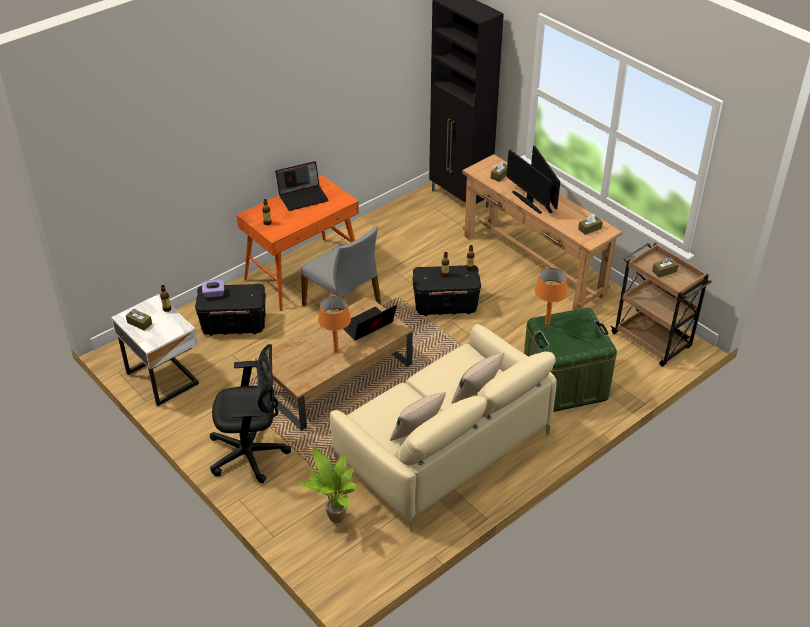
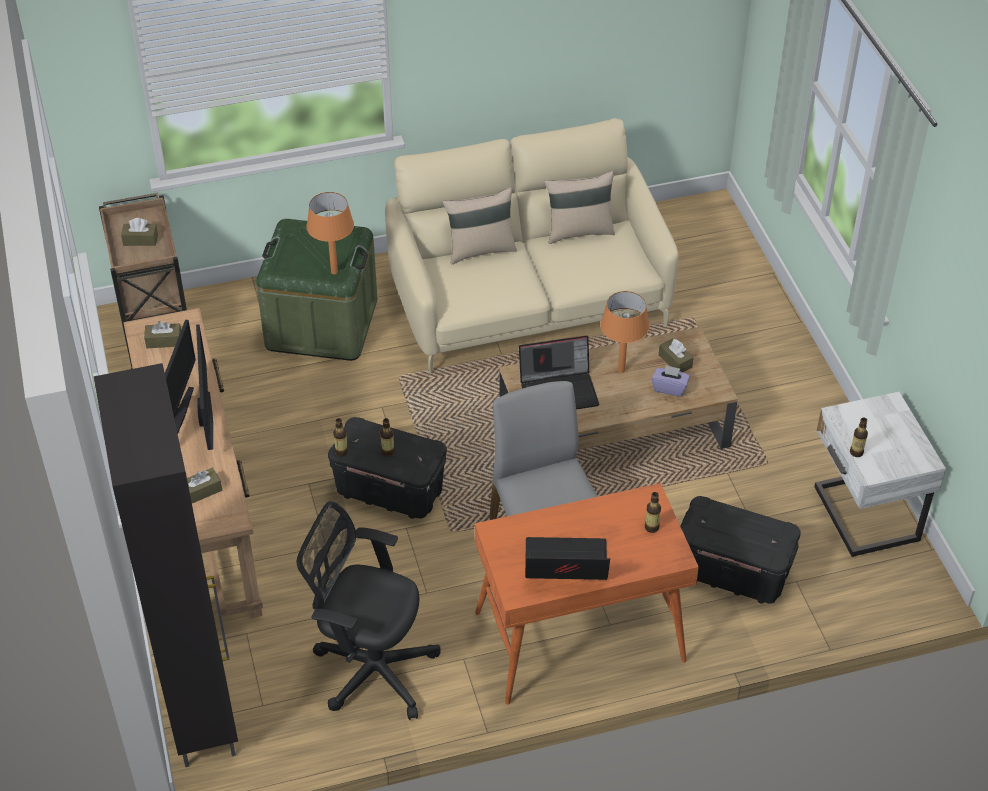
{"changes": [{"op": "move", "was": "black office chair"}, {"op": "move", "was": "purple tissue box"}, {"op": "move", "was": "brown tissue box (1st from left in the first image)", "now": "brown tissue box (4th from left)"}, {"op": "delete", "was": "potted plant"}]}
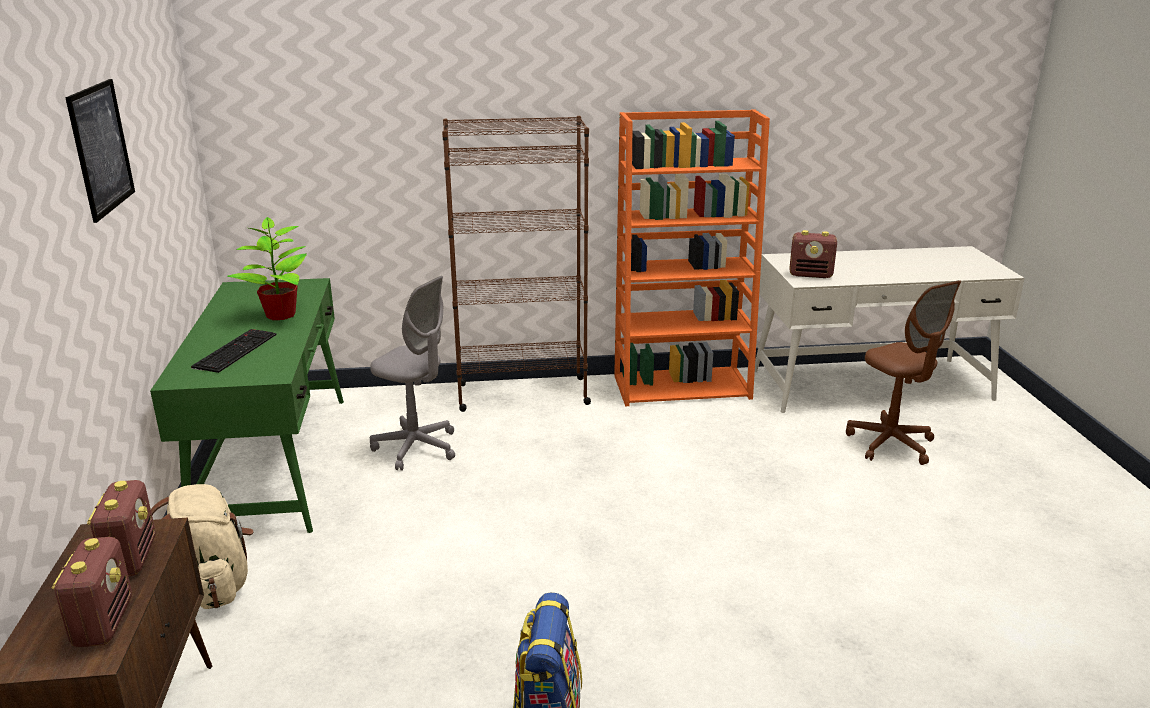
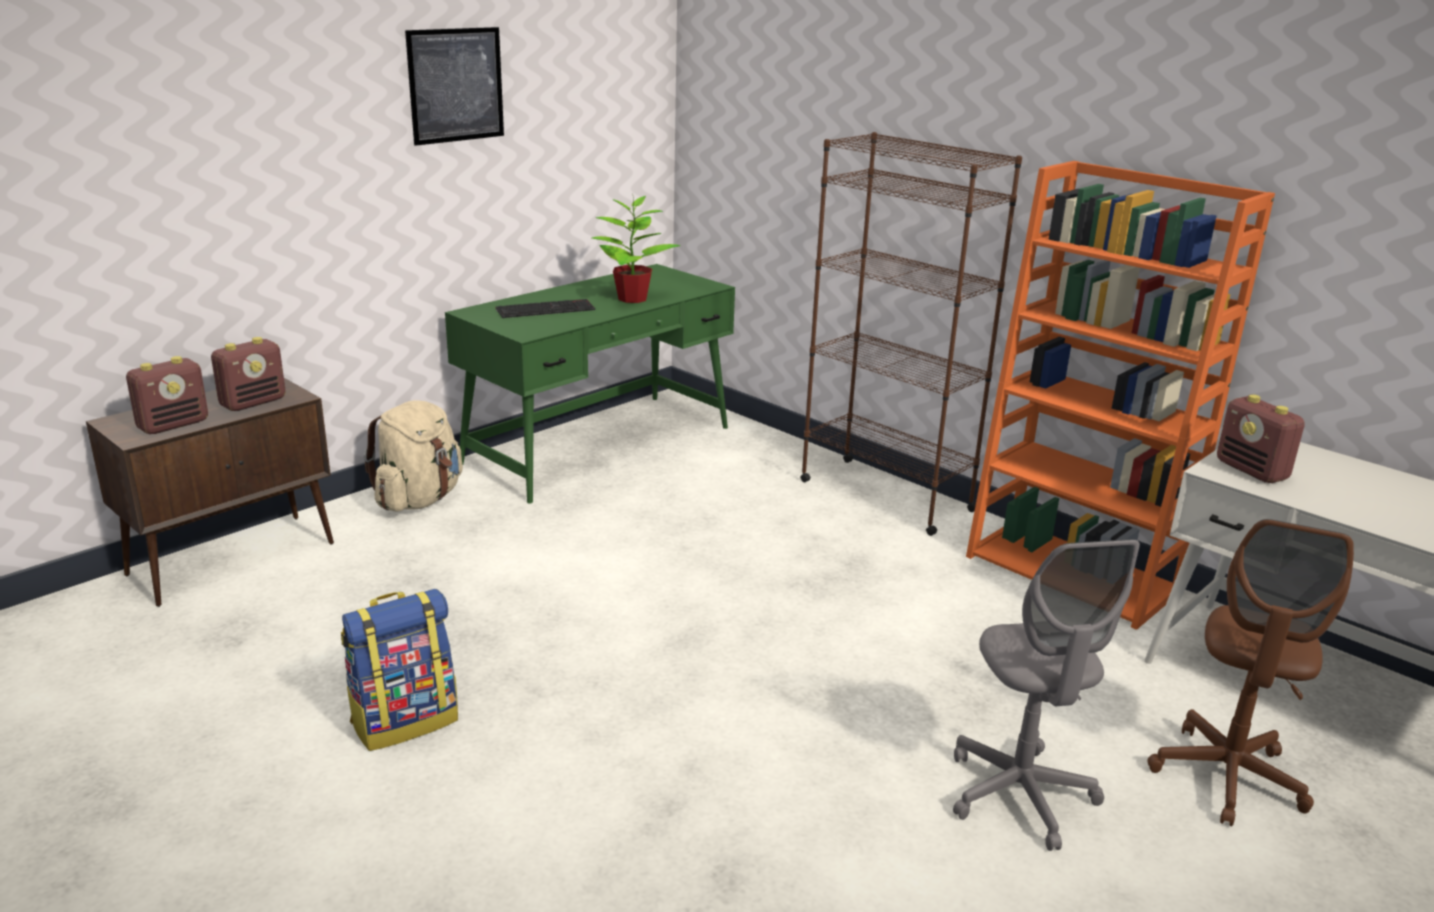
{"changes": [{"op": "move", "was": "grey office chair"}]}
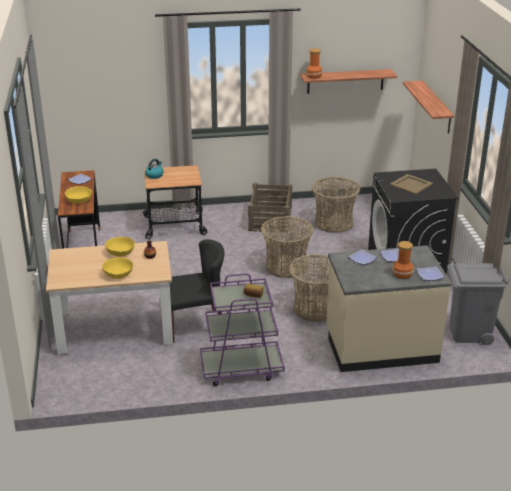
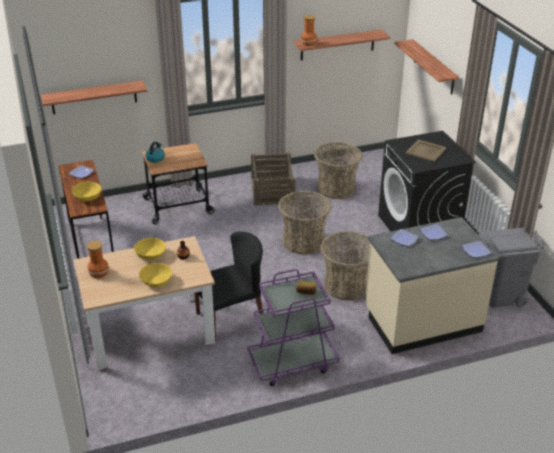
{"changes": [{"op": "insert", "now": "shelf (1st from left)"}, {"op": "move", "was": "vase (3rd from left in the first image)", "now": "vase (1st from left)"}]}
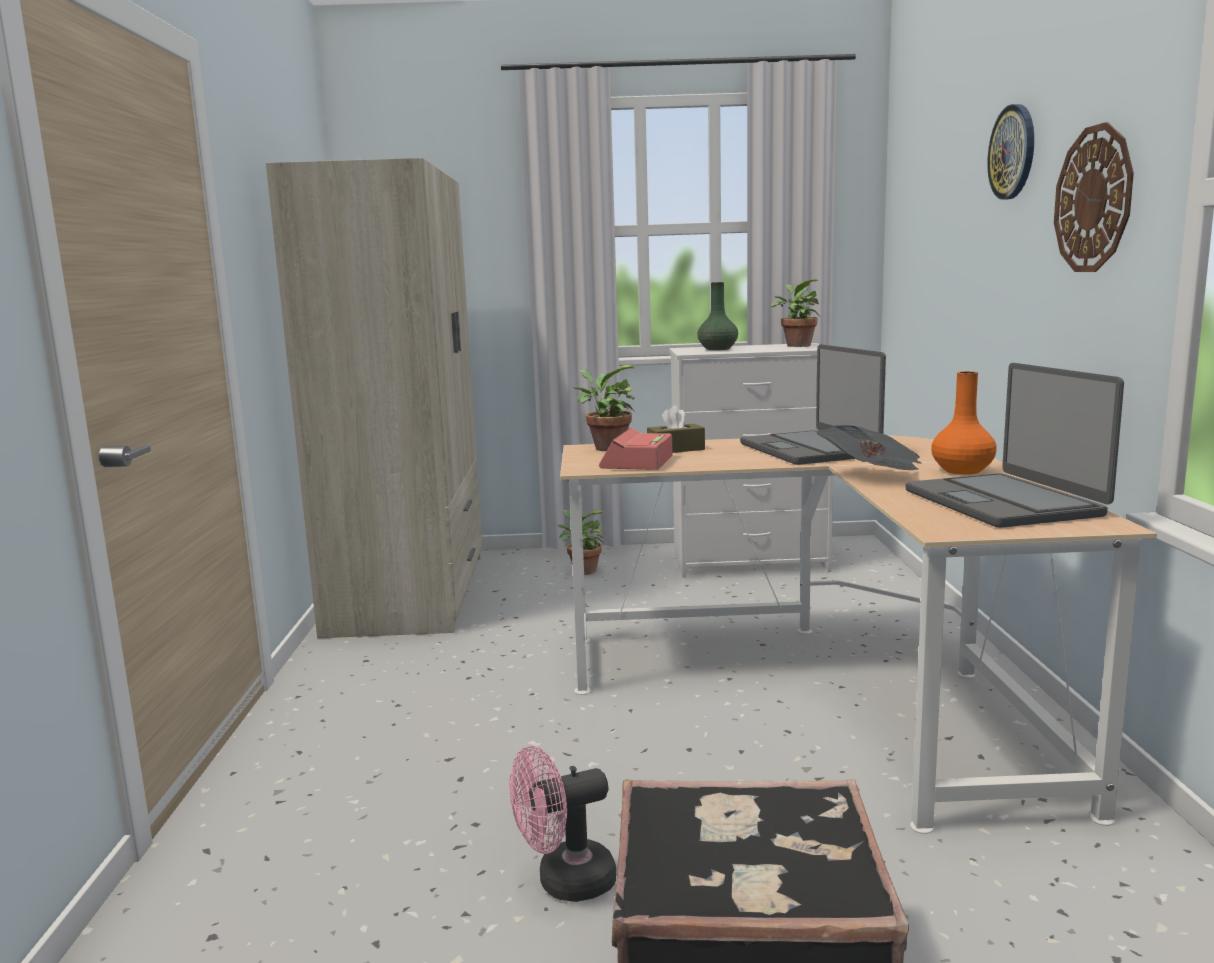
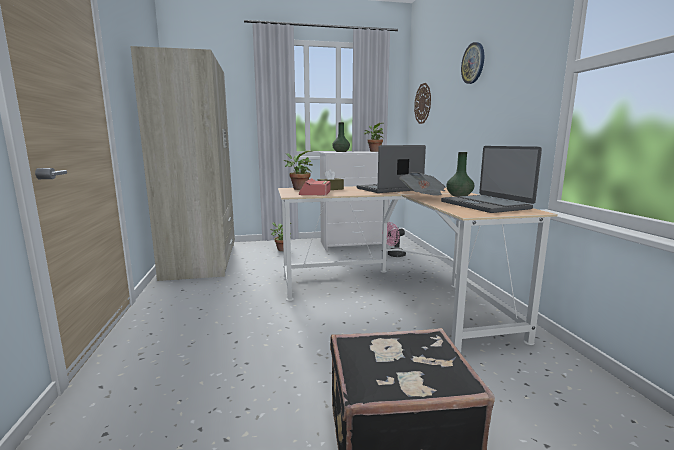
{"changes": [{"op": "rotate", "was": "laptop (1st from left)", "clockwise": 90}, {"op": "move", "was": "pink fan"}, {"op": "move", "was": "wall clock (2nd from left in the first image)", "now": "wall clock (1st from left)"}, {"op": "recolor", "was": "orange vase", "now": "green vase (2nd from left)"}]}
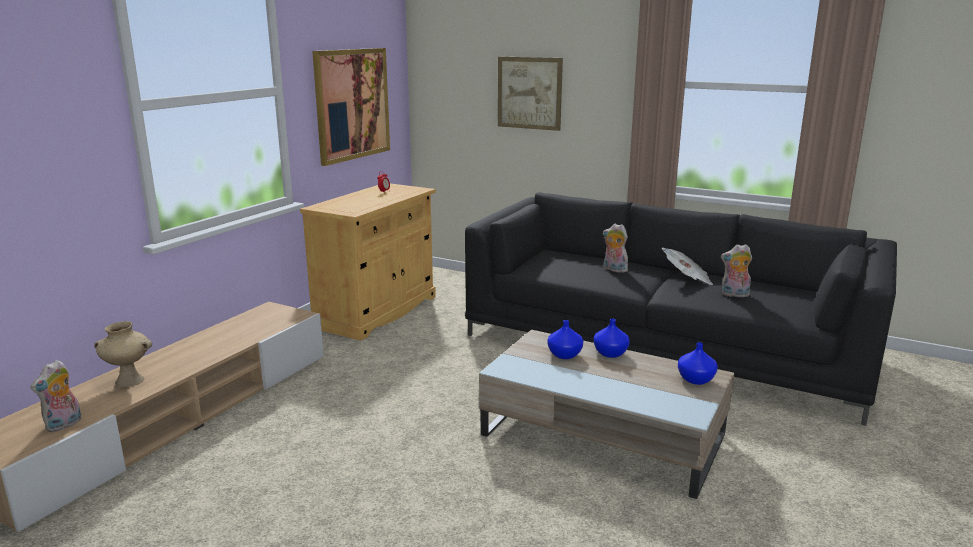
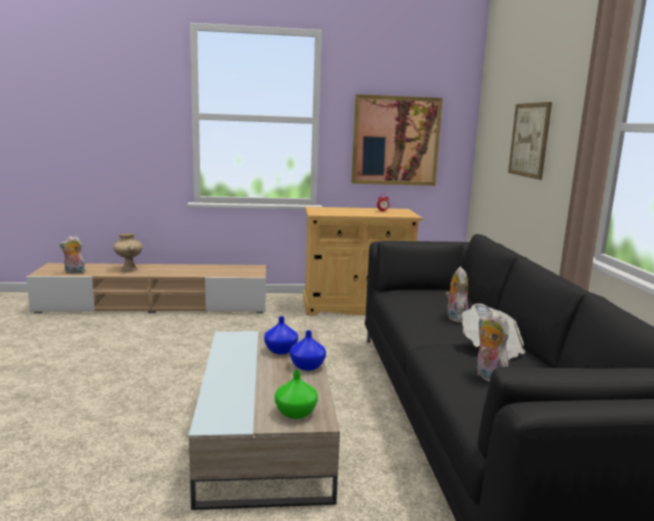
{"changes": [{"op": "recolor", "was": "blue vase (3rd from left)", "now": "green vase"}]}
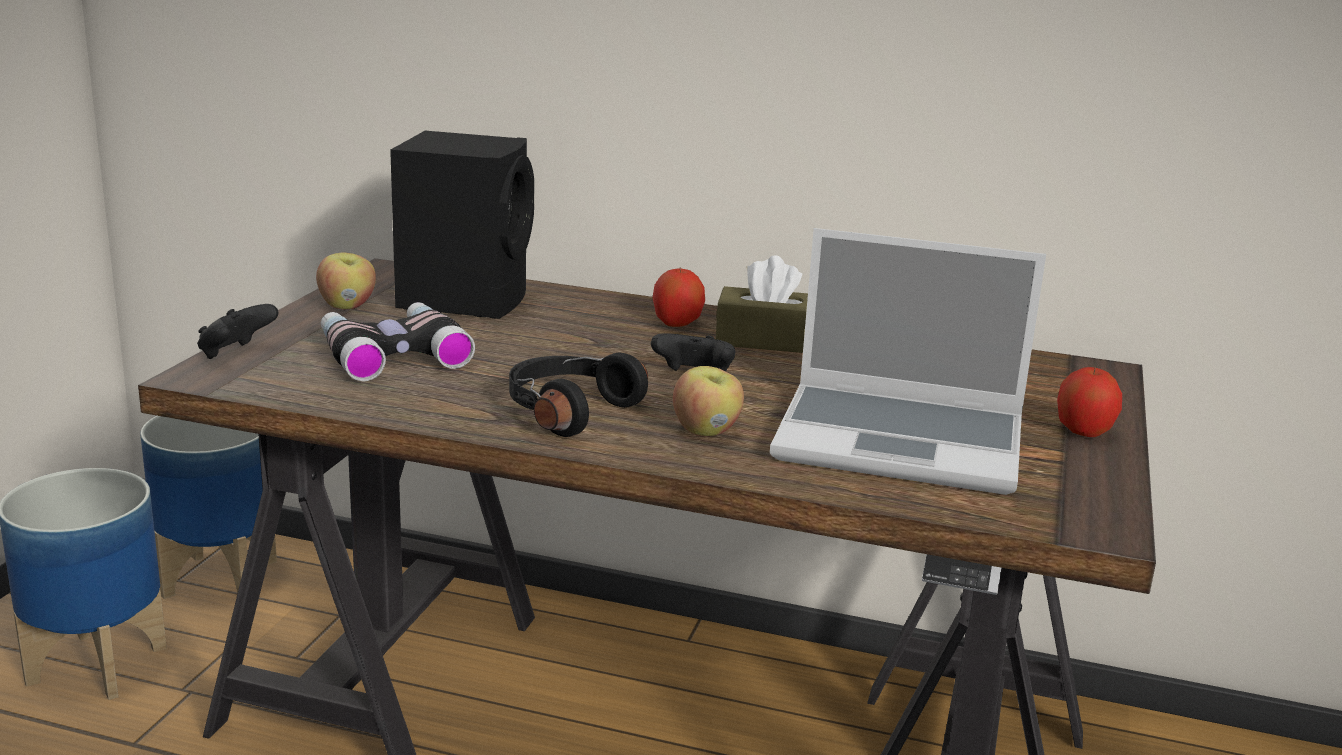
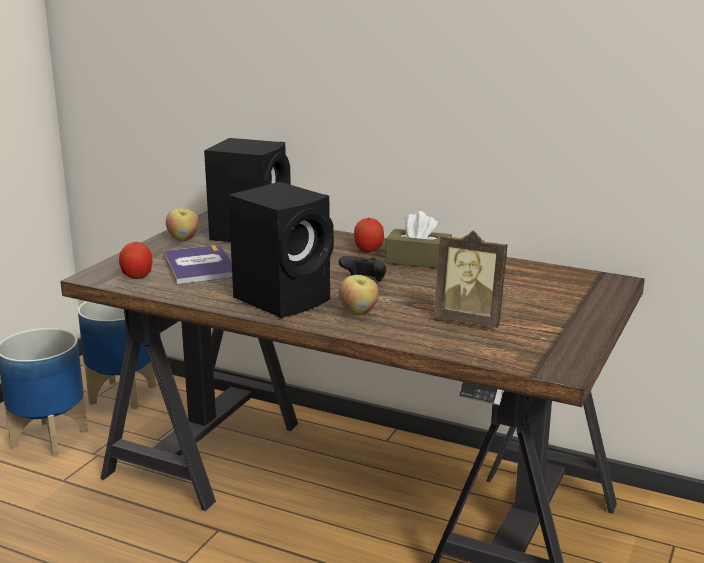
{"changes": [{"op": "move", "was": "apple (4th from left in the first image)", "now": "apple (1st from left)"}, {"op": "replace", "was": "binoculars", "now": "book"}, {"op": "replace", "was": "black headphones", "now": "black speaker (2nd from left)"}, {"op": "replace", "was": "laptop", "now": "picture frame"}, {"op": "delete", "was": "black game controller (1st from left)"}]}
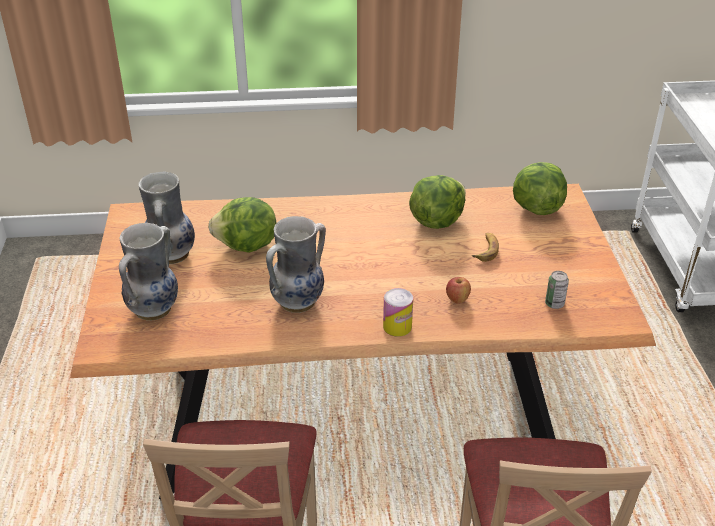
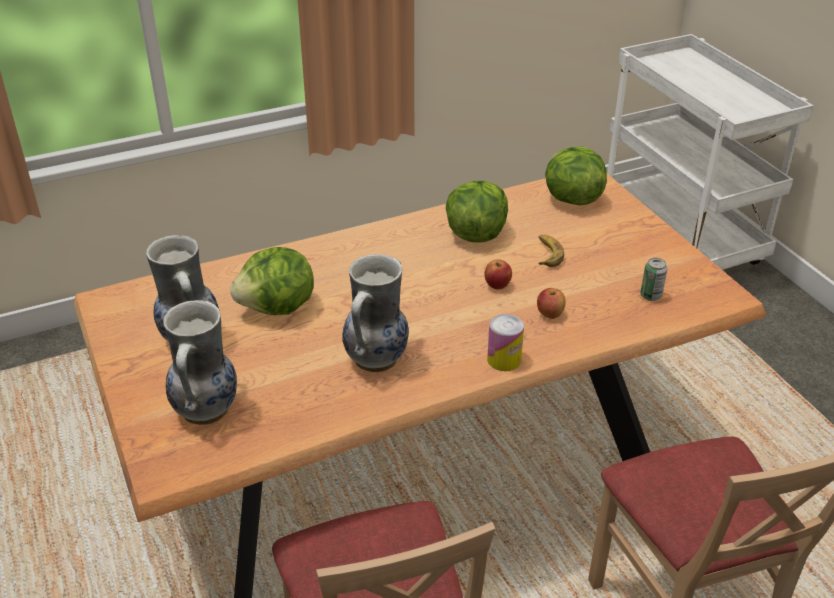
{"changes": [{"op": "insert", "now": "apple (1st from left)"}]}
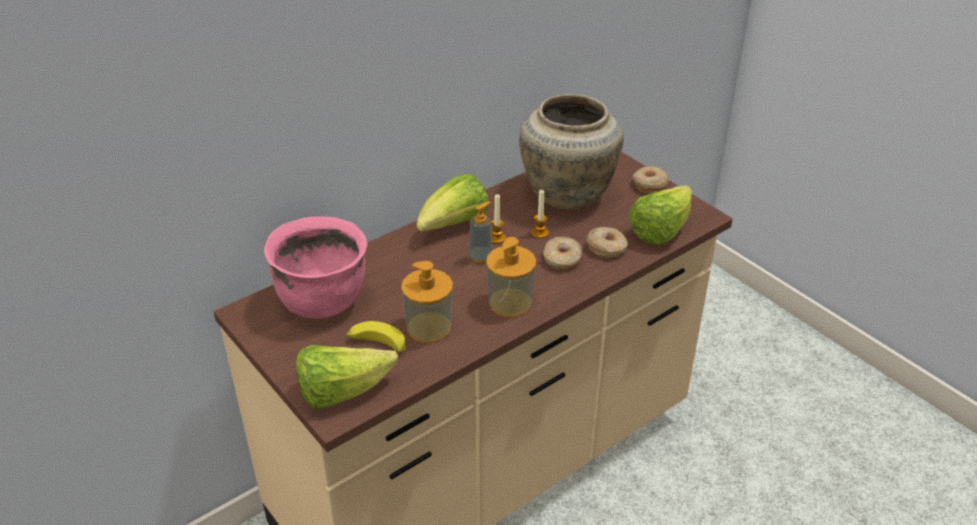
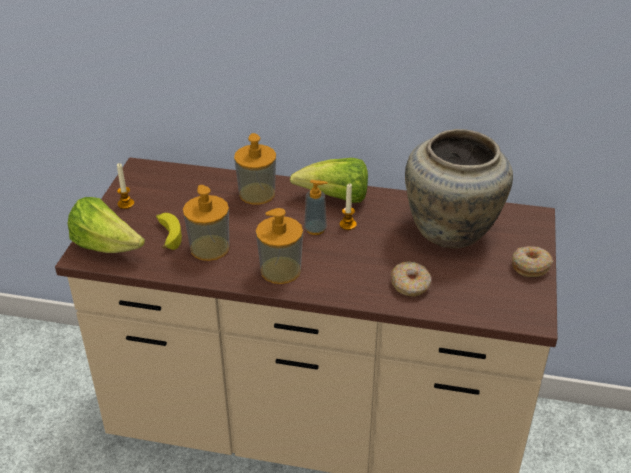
{"changes": [{"op": "move", "was": "candle (2nd from left in the first image)", "now": "candle (1st from left)"}, {"op": "insert", "now": "soap dispenser (2nd from left)"}, {"op": "delete", "was": "pink cooking pot"}, {"op": "delete", "was": "donut (1st from left)"}, {"op": "delete", "was": "lettuce (3rd from left)"}]}
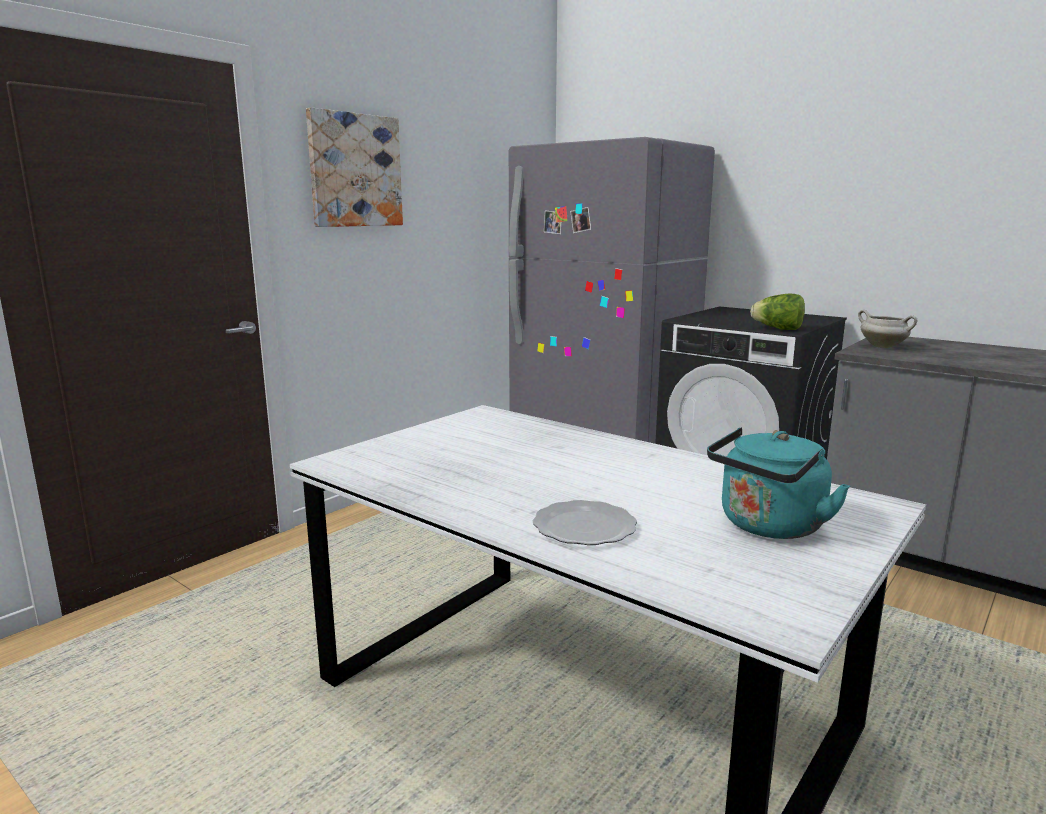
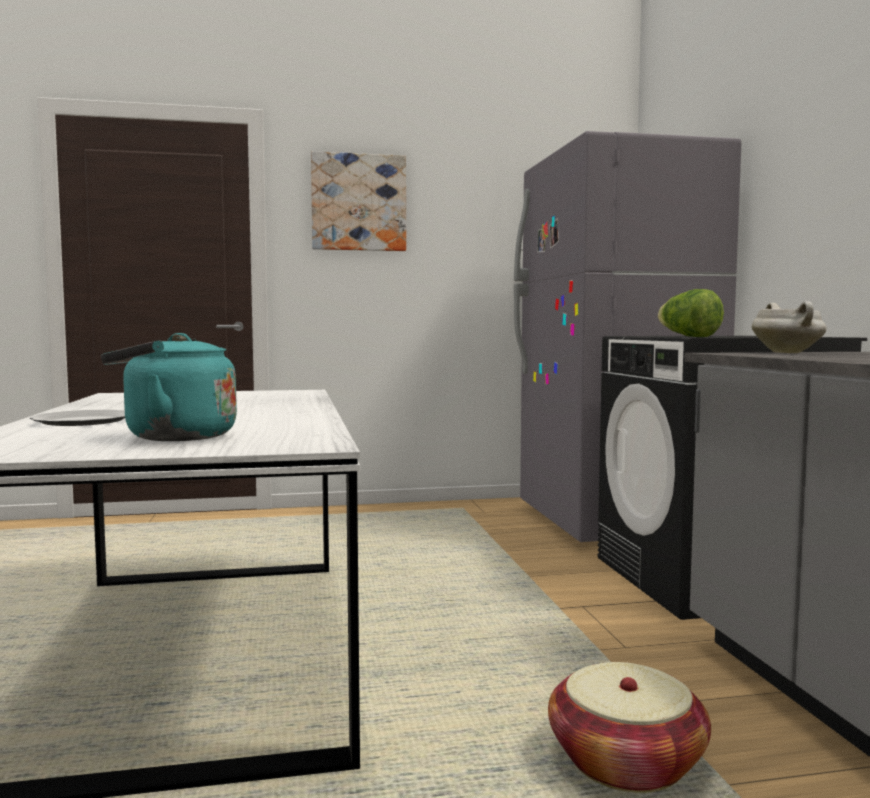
{"changes": [{"op": "insert", "now": "basket"}]}
